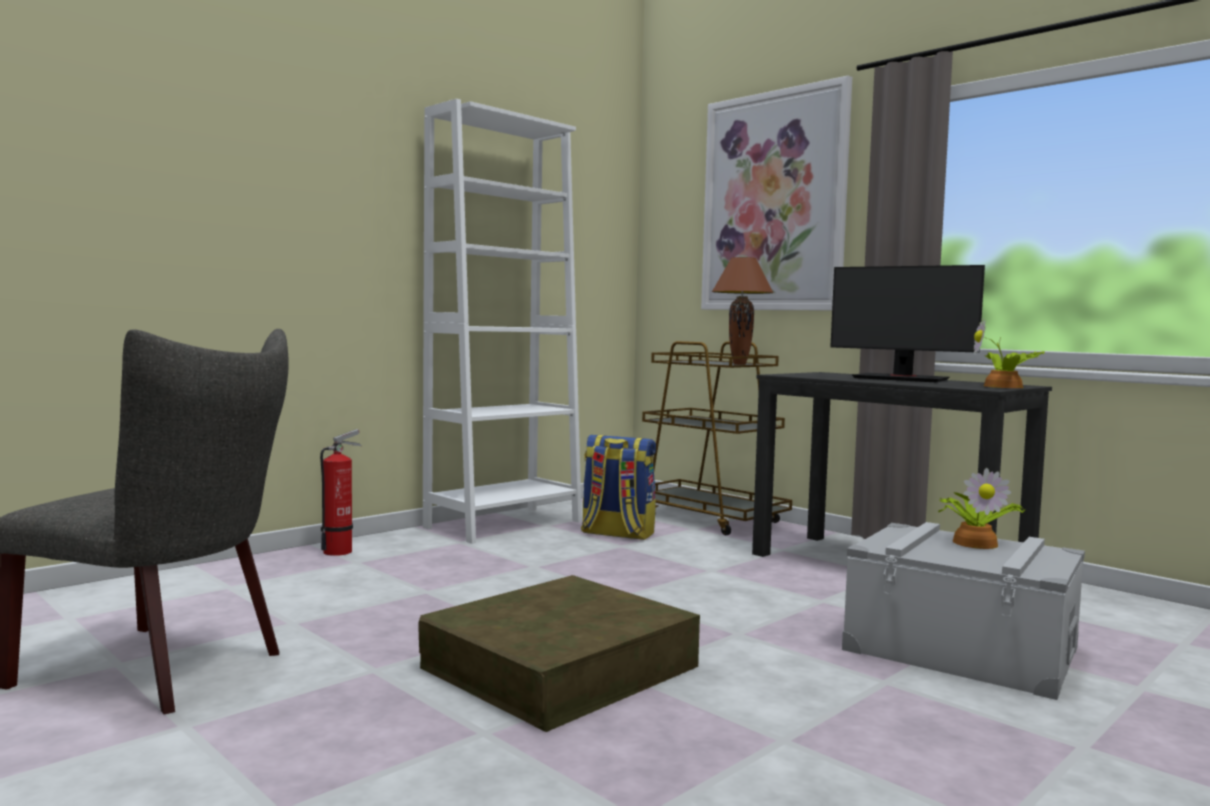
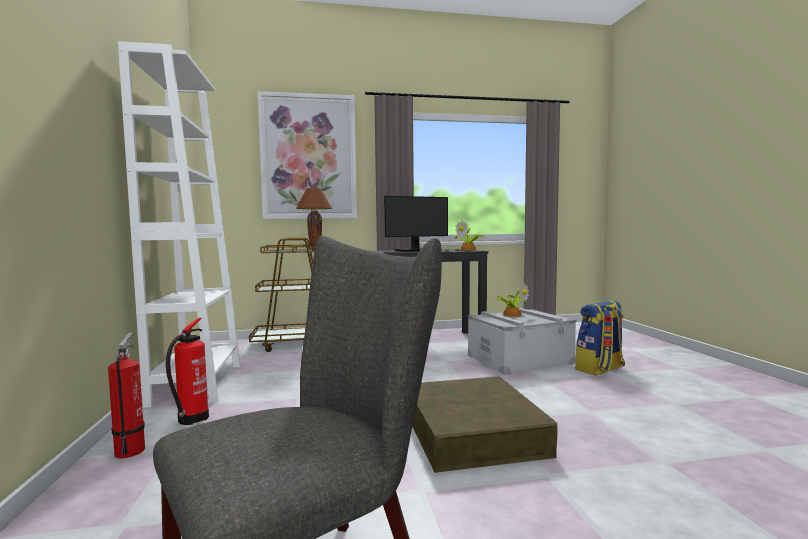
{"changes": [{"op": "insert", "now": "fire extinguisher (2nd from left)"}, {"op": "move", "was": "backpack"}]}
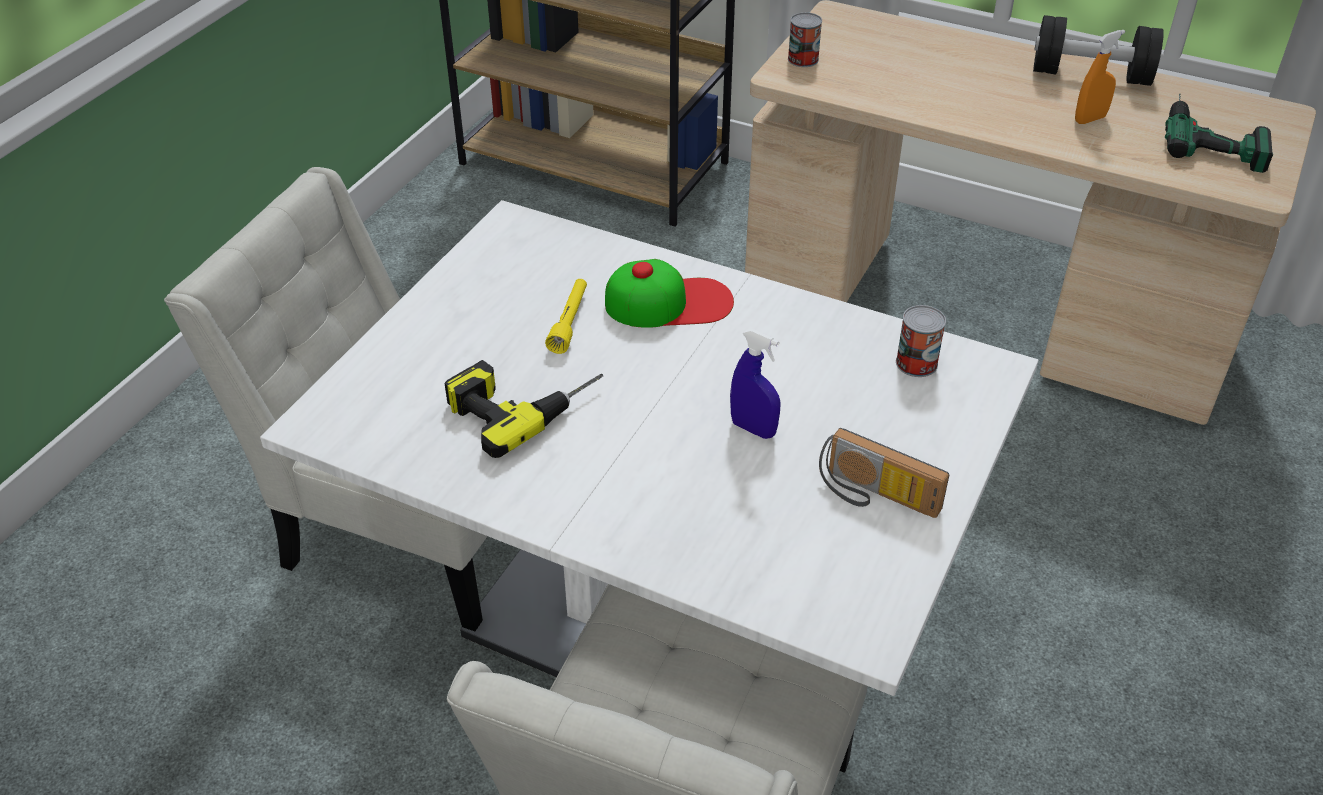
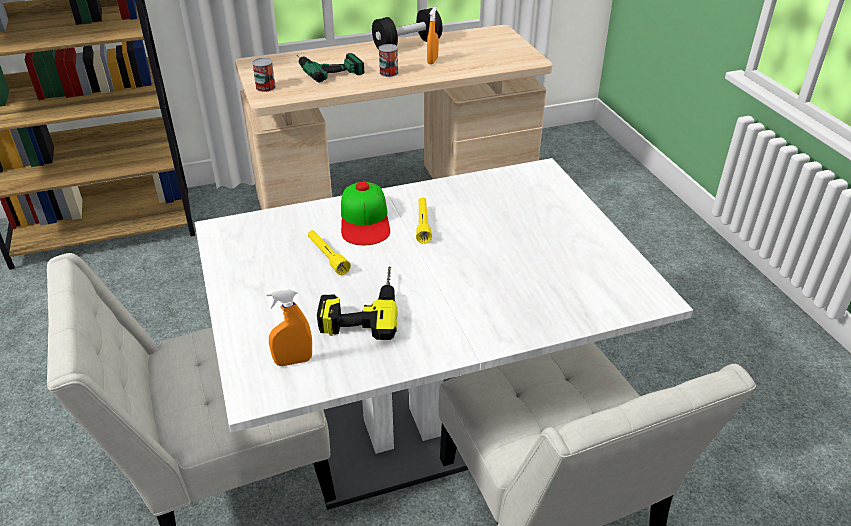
{"changes": [{"op": "insert", "now": "orange spray bottle (1st from left)"}, {"op": "move", "was": "power drill (2nd from left in the first image)", "now": "power drill (1st from left)"}, {"op": "rotate", "was": "cap", "clockwise": 135}, {"op": "move", "was": "can (2nd from left)"}, {"op": "insert", "now": "yellow flashlight (2nd from left)"}, {"op": "delete", "was": "blue spray bottle"}, {"op": "delete", "was": "radio"}]}
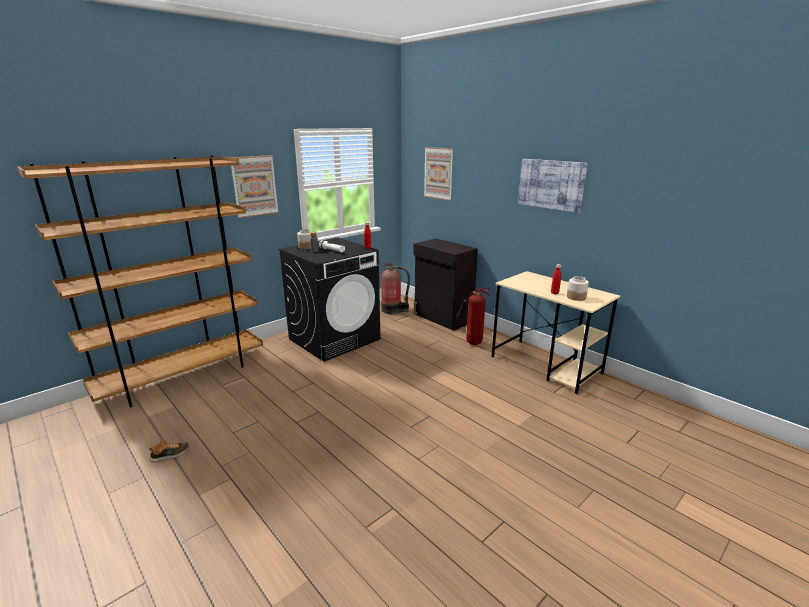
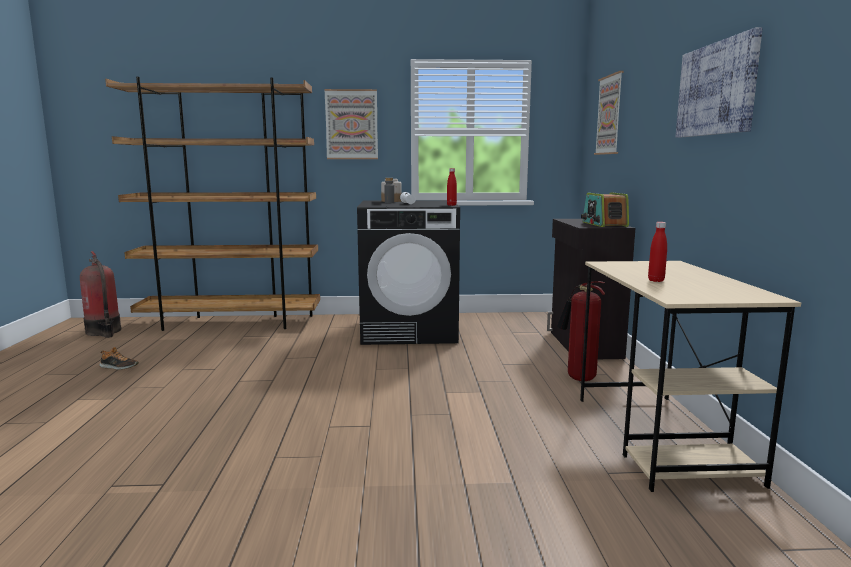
{"changes": [{"op": "move", "was": "fire extinguisher (1st from left)"}, {"op": "insert", "now": "radio"}, {"op": "delete", "was": "jar (2nd from left)"}]}
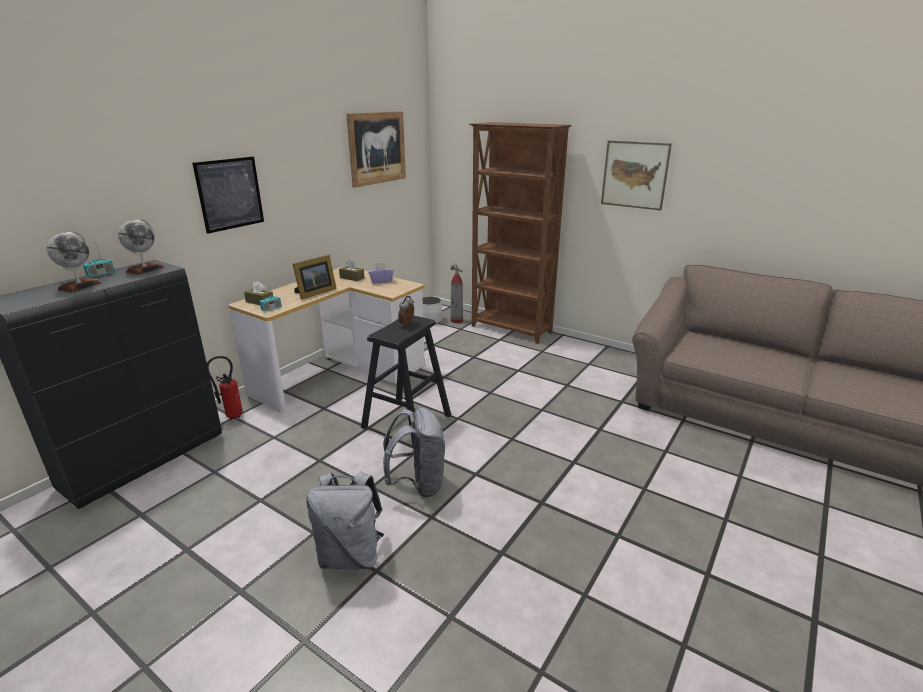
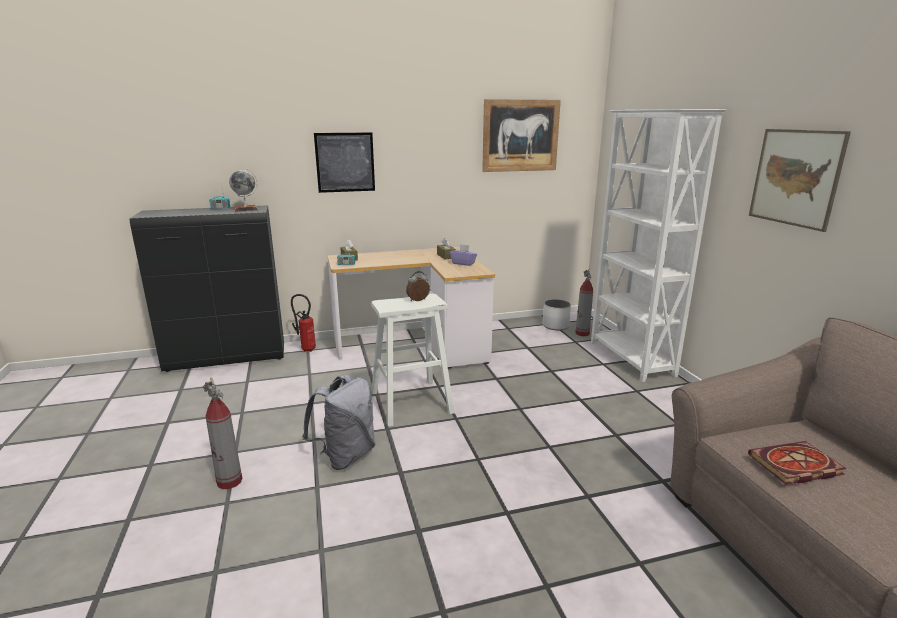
{"changes": [{"op": "replace", "was": "grey backpack (1st from left)", "now": "fire extinguisher (1st from left)"}, {"op": "recolor", "was": "black stool", "now": "white stool"}, {"op": "recolor", "was": "brown bookcase", "now": "white bookcase"}, {"op": "insert", "now": "book"}, {"op": "delete", "was": "globe (1st from left)"}, {"op": "delete", "was": "picture frame"}]}
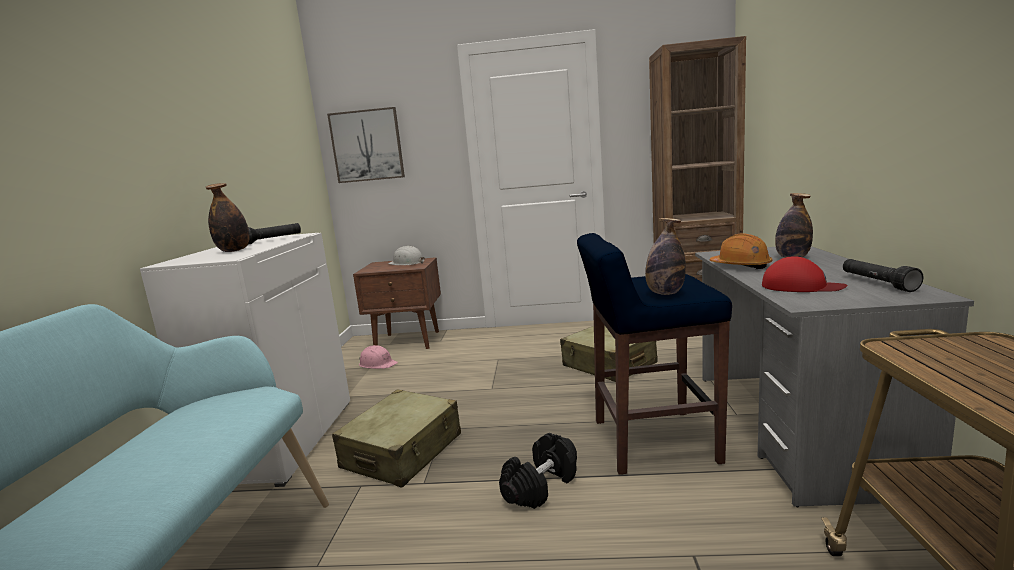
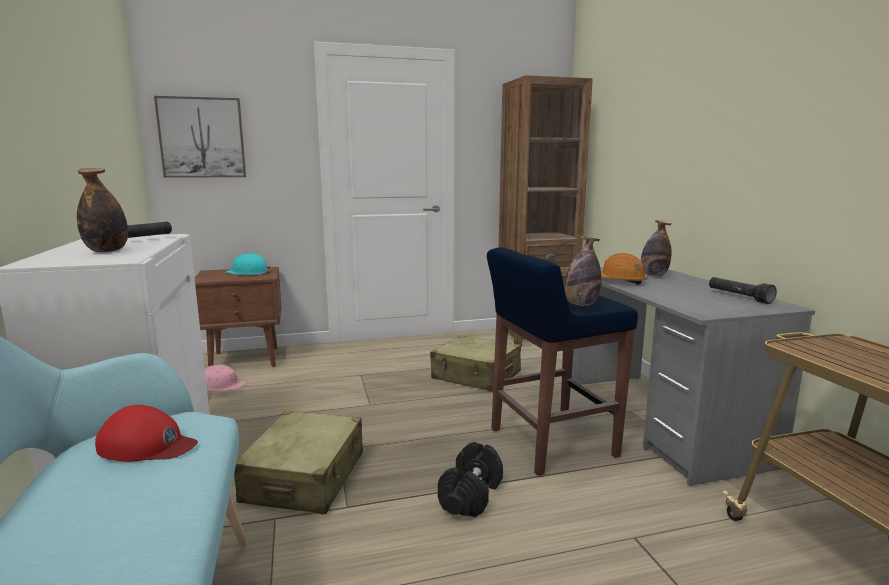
{"changes": [{"op": "move", "was": "red cap"}, {"op": "recolor", "was": "white hard hat", "now": "turquoise hard hat"}]}
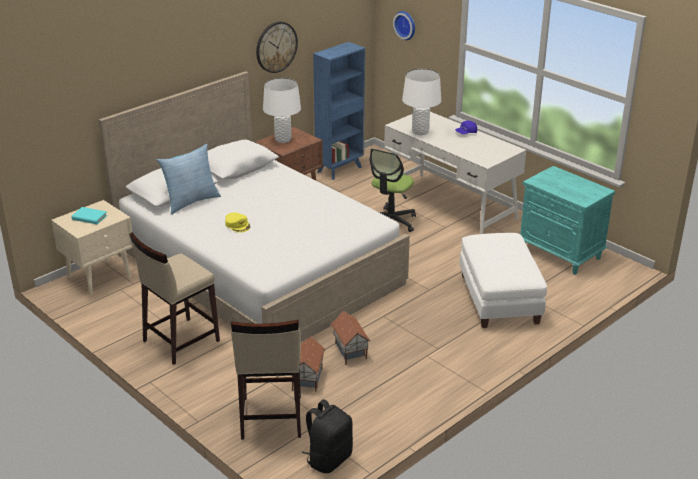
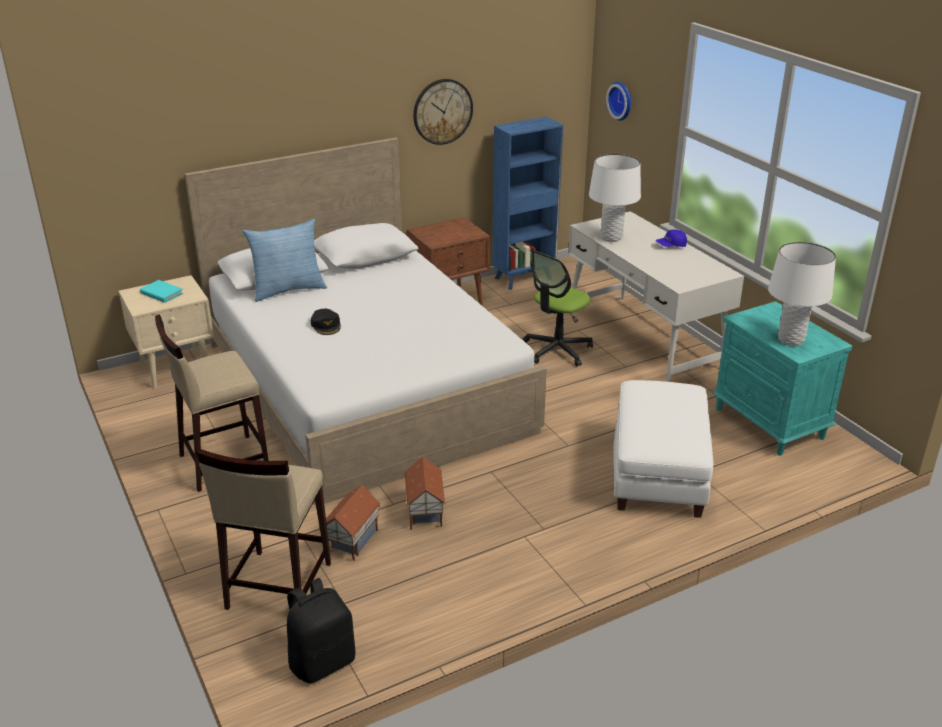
{"changes": [{"op": "recolor", "was": "yellow cap", "now": "black cap"}, {"op": "move", "was": "white table lamp (1st from left in the first image)", "now": "white table lamp (2nd from left)"}]}
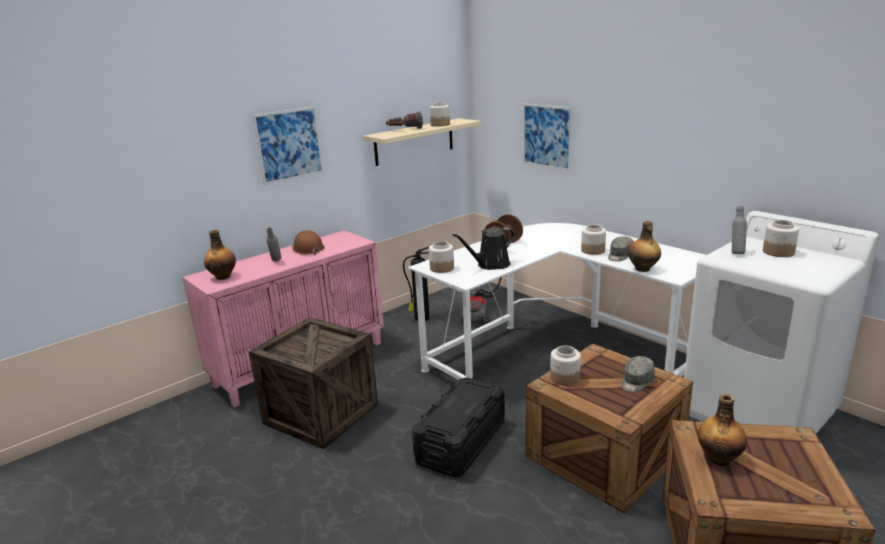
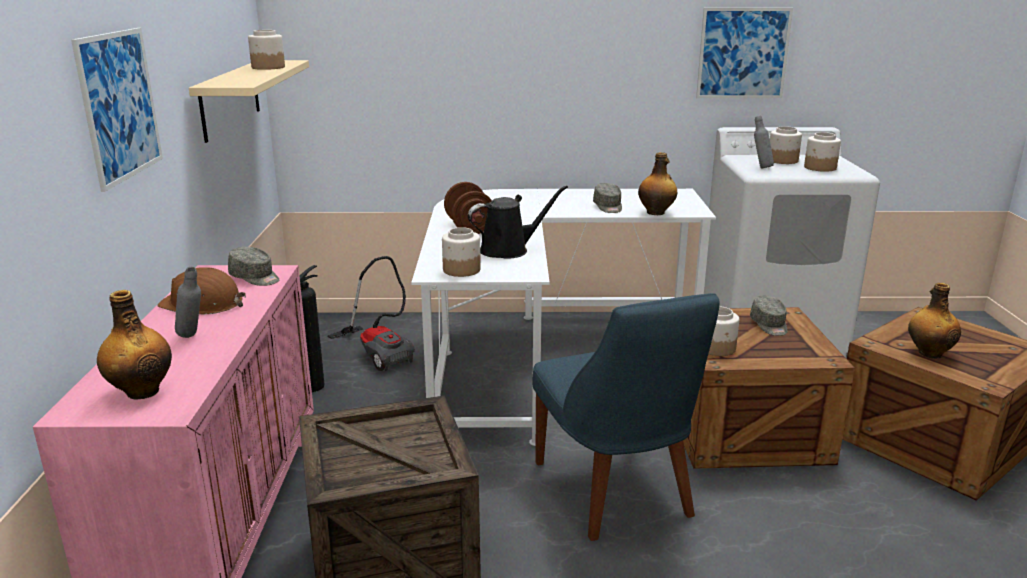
{"changes": [{"op": "insert", "now": "grey cap (1st from left)"}, {"op": "rotate", "was": "black watering can", "clockwise": -120}, {"op": "replace", "was": "black storage box", "now": "blue chair"}, {"op": "move", "was": "picture (2nd from left)"}, {"op": "move", "was": "jar (4th from left in the first image)", "now": "jar (5th from left)"}, {"op": "delete", "was": "flashlight"}]}
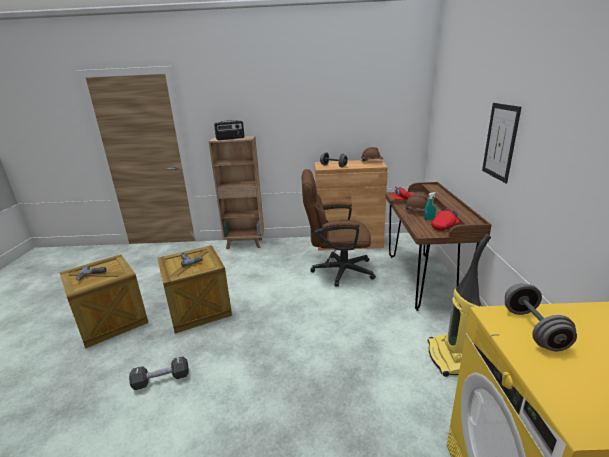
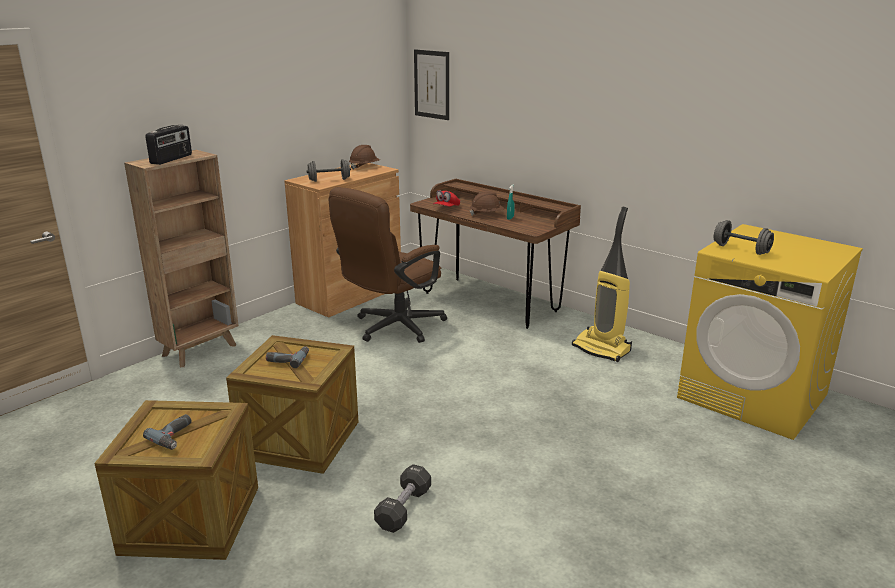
{"changes": [{"op": "move", "was": "picture"}, {"op": "delete", "was": "red cap (2nd from left)"}]}
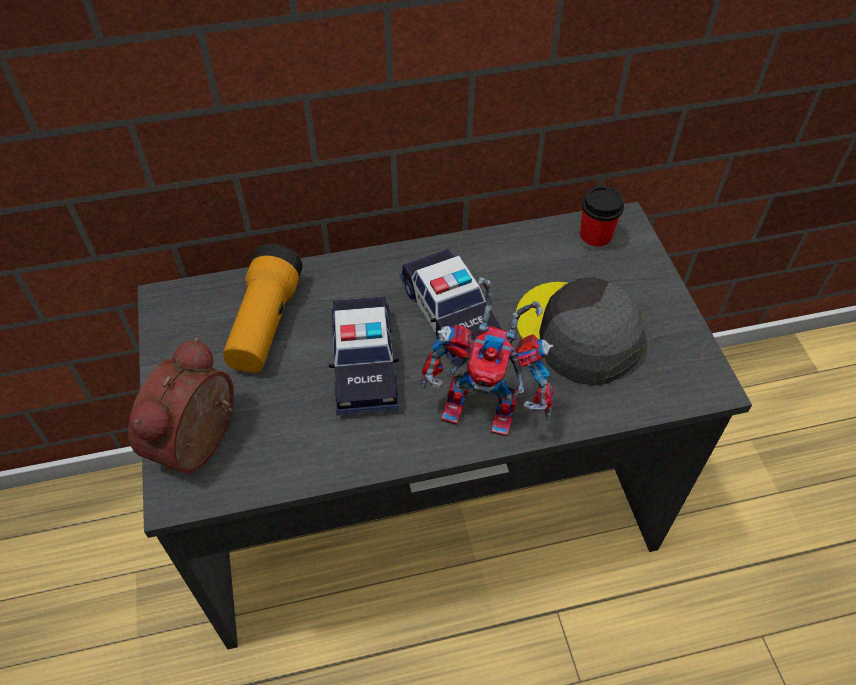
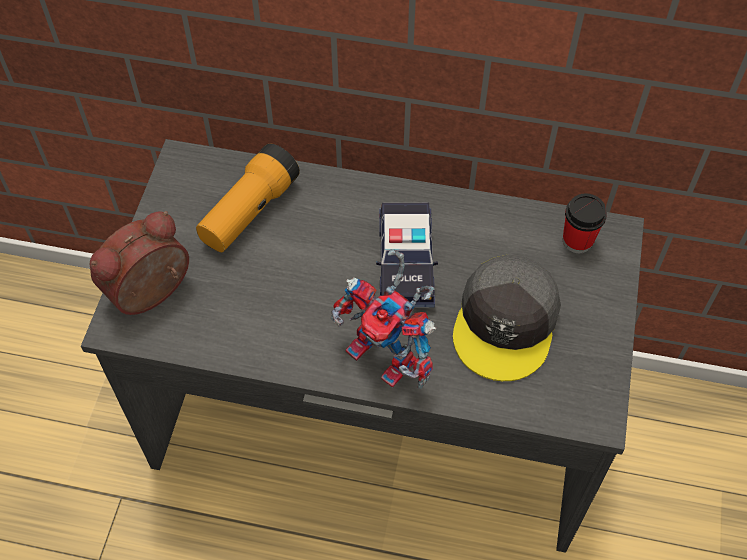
{"changes": [{"op": "rotate", "was": "grey cap", "clockwise": -150}, {"op": "delete", "was": "toy car (1st from left)"}]}
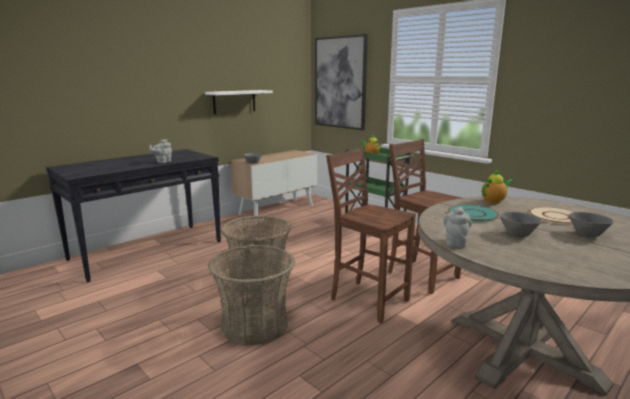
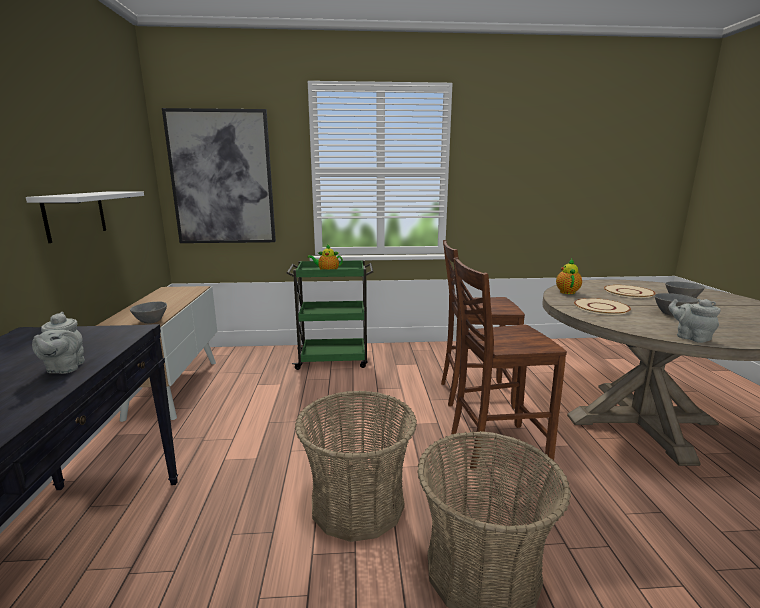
{"changes": [{"op": "recolor", "was": "turquoise plate", "now": "beige plate (1st from left)"}]}
